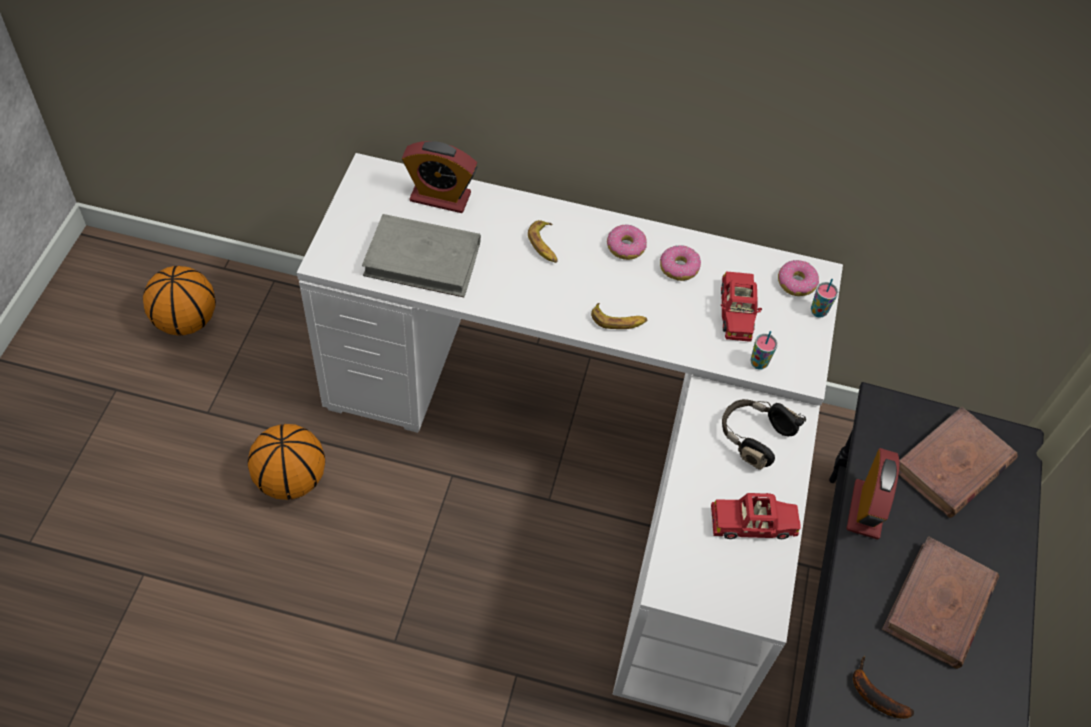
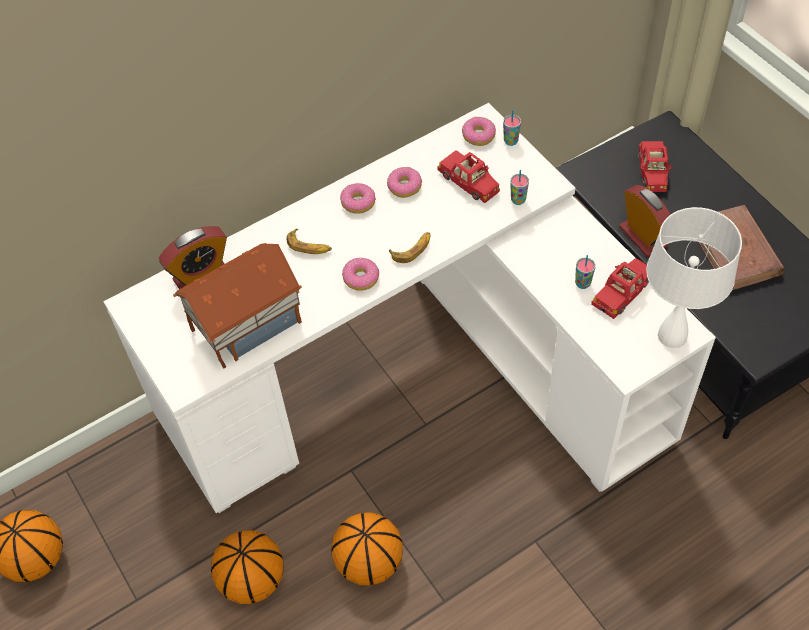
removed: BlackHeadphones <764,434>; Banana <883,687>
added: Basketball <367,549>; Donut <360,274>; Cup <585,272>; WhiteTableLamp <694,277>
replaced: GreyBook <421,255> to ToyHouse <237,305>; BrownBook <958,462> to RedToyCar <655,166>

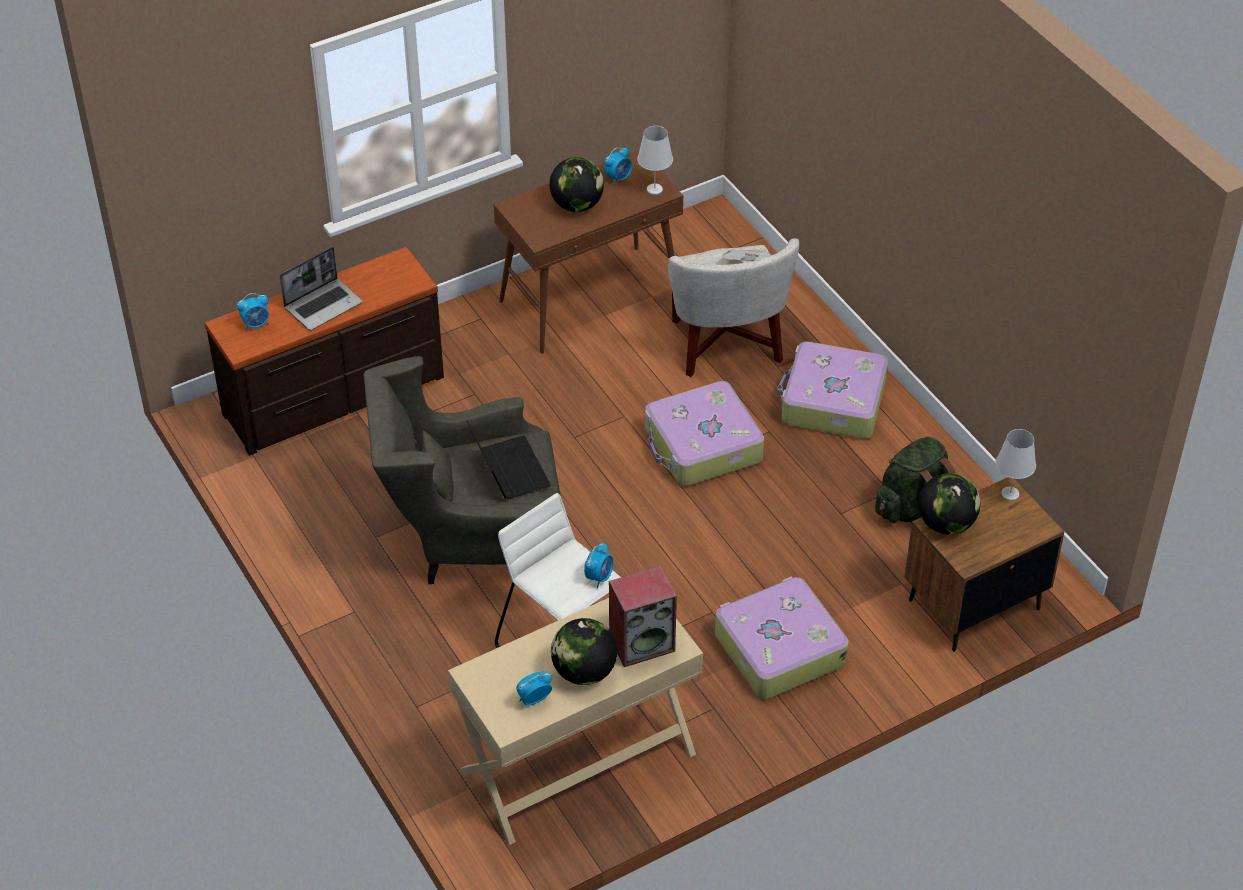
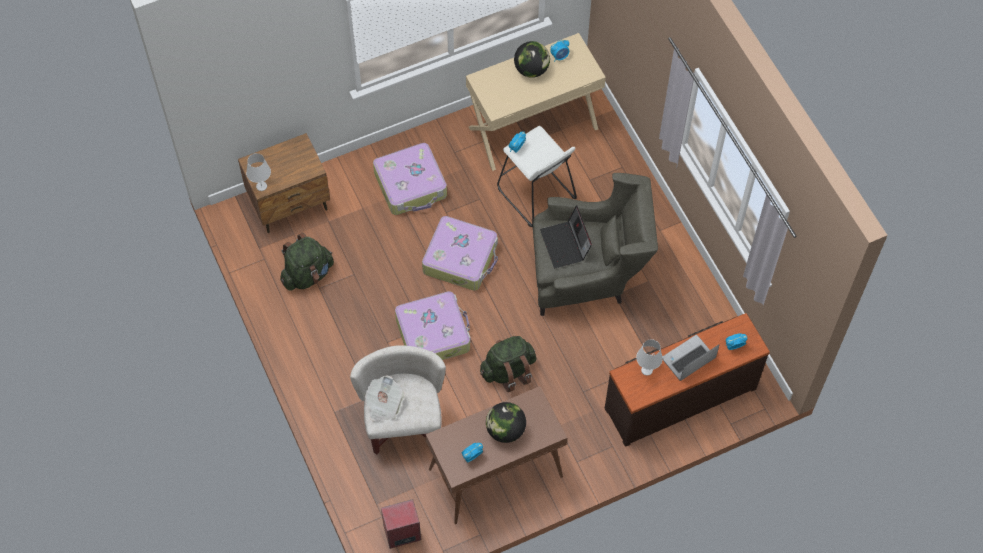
removed: Globe <949,504>
added: GreenBackpack <508,364>
moved: Speaker <643,616> to <401,524>; WhiteTableLamp <655,160> to <649,357>; Suitcase <832,390> to <460,253>

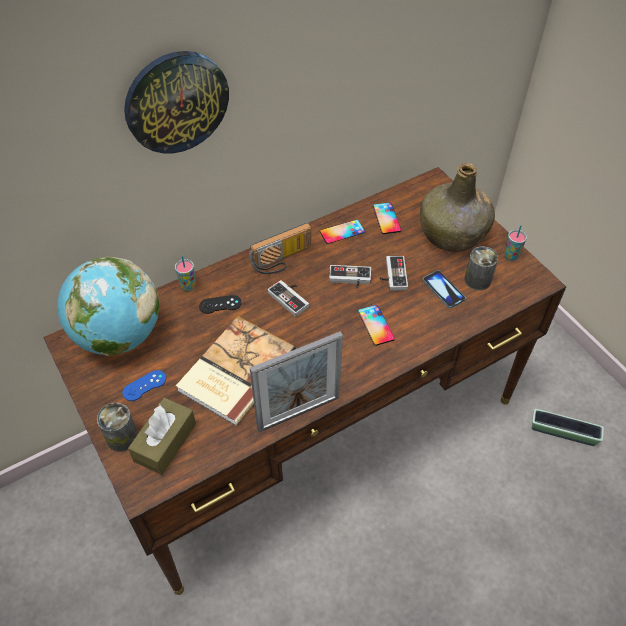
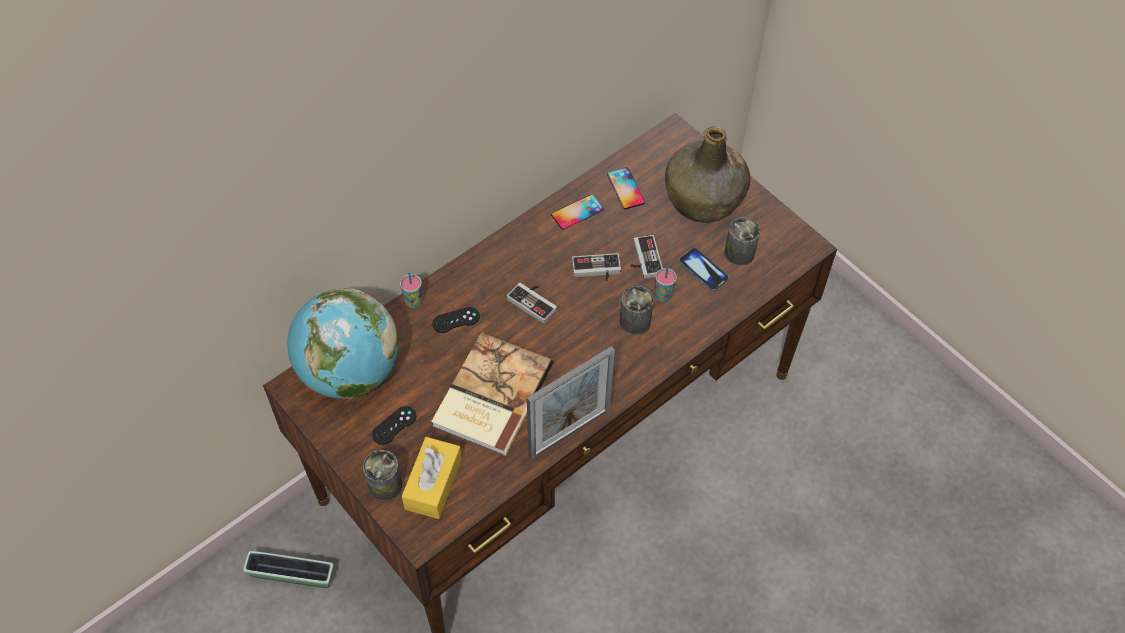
removed: WallClock <176,102>; Radio <280,248>
moved: Cup <515,243> to <666,284>; Planter <568,427> to <288,569>
replaced: Phone <376,325> to Can <637,310>
recoloured: BlueGameController <144,385> to BlackGameController <394,425>; BrownTissueBox <162,436> to YellowTissueBox <432,478>

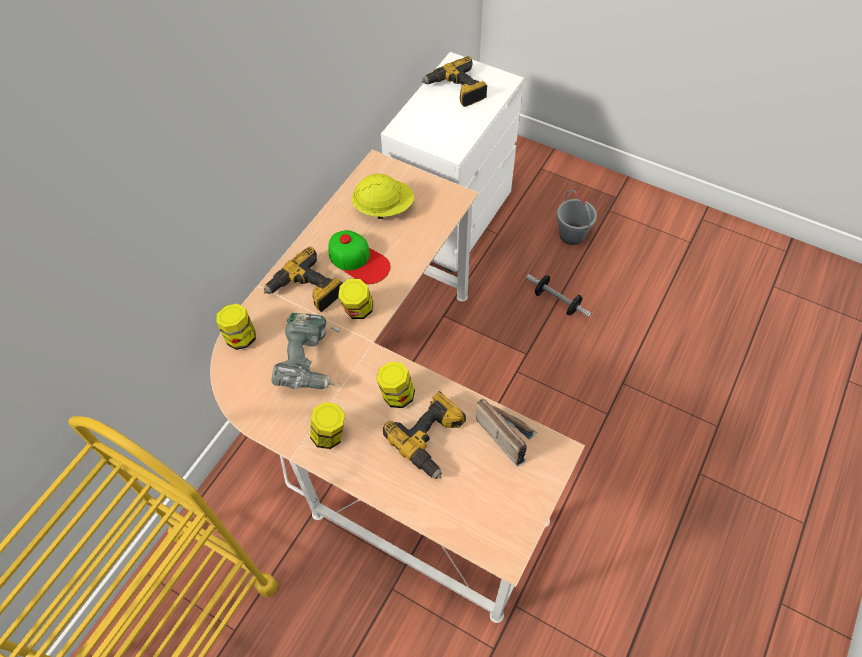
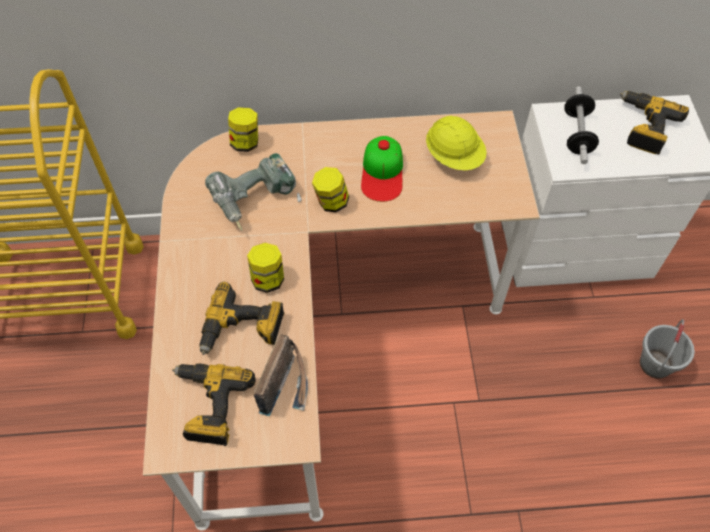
removed: Jar <327,425>
moved: PowerDrill <303,279> to <214,404>; Dumbbell <559,295> to <581,125>

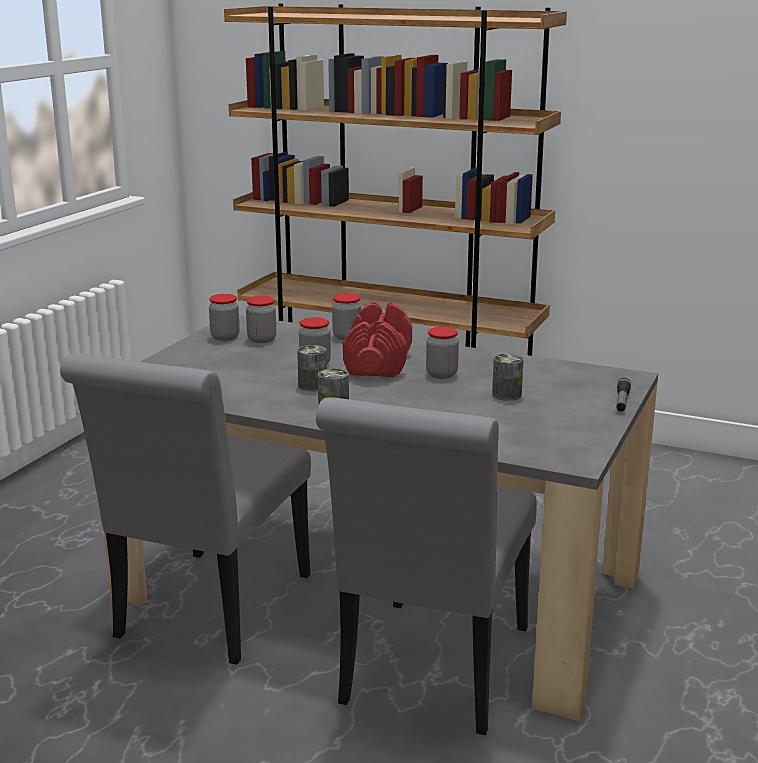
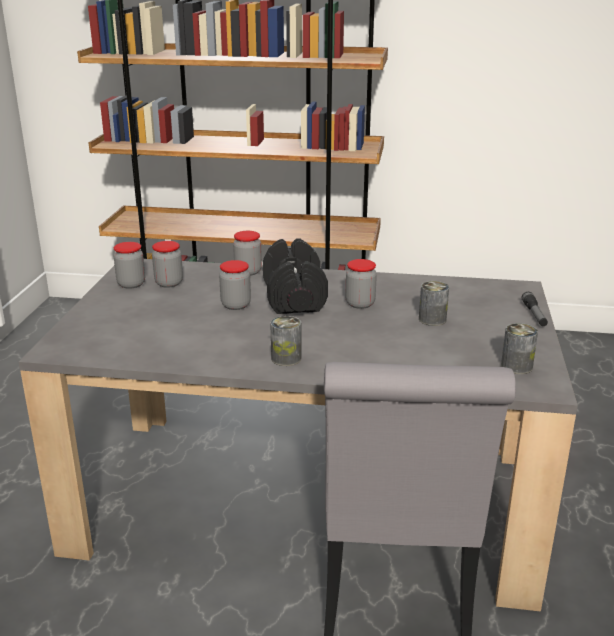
removed: GreyChair <185,509>
moved: Can <312,368> to <519,348>
recoloured: RedDumbbell <377,339> to BlackDumbbell <295,276>

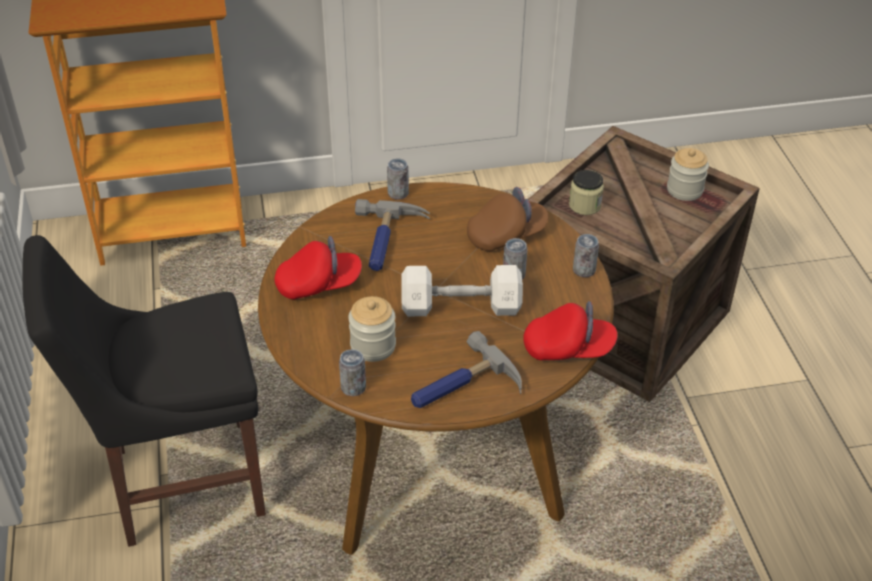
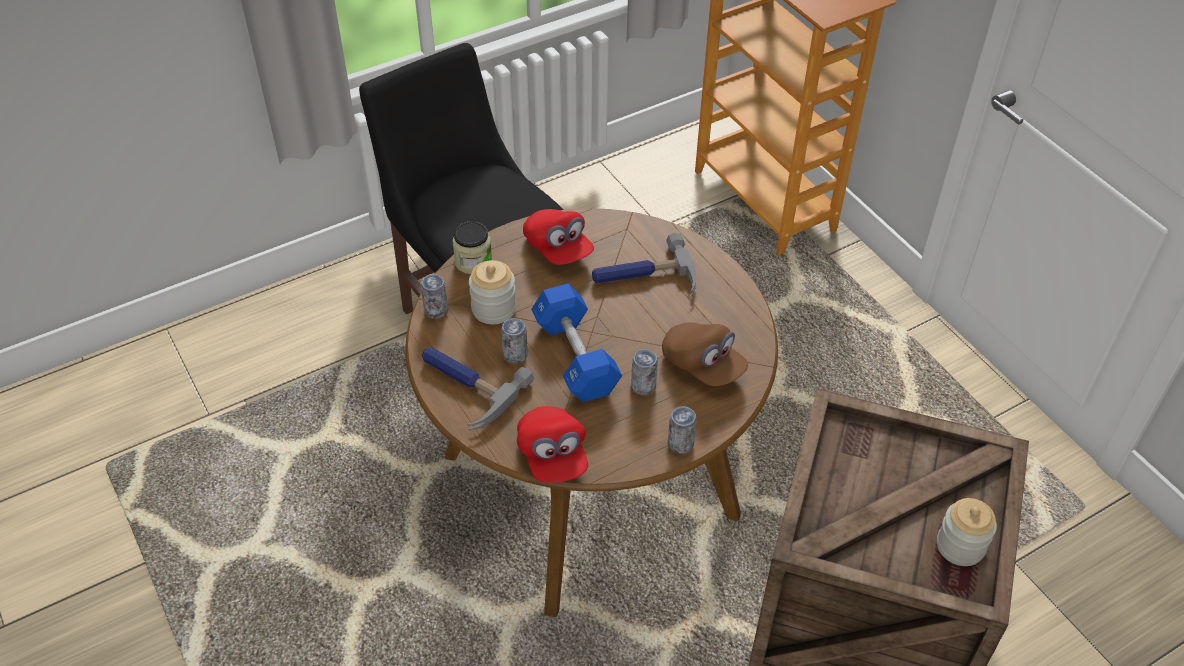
moved: Can <398,179> to <514,341>; Jar <586,192> to <472,247>
recoloured: WhiteDumbbell <462,290> to BlueDumbbell <576,342>

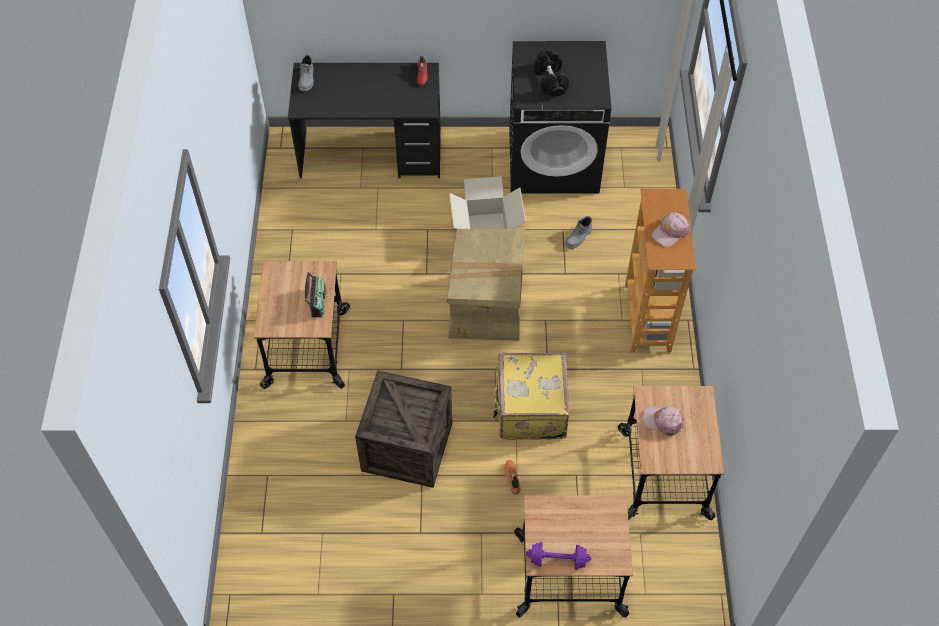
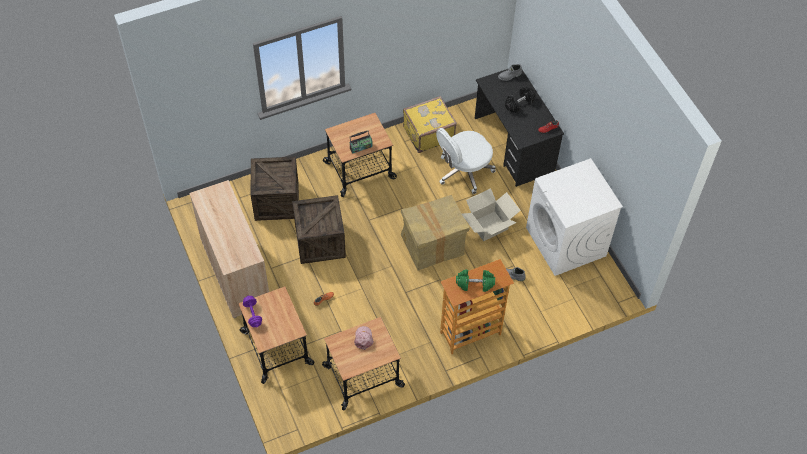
added: BeigeCabinet <229,249>; Crate <275,189>; WhiteOfficeChair <466,161>
moved: YellowSuitcase <531,396> to <430,124>; BlackDumbbell <551,73> to <520,100>
replaced: PinkCap <671,229> to GreenDumbbell <475,281>
recoloured: BlackWashingMachine <560,117> to WhiteWashingMachine <574,217>

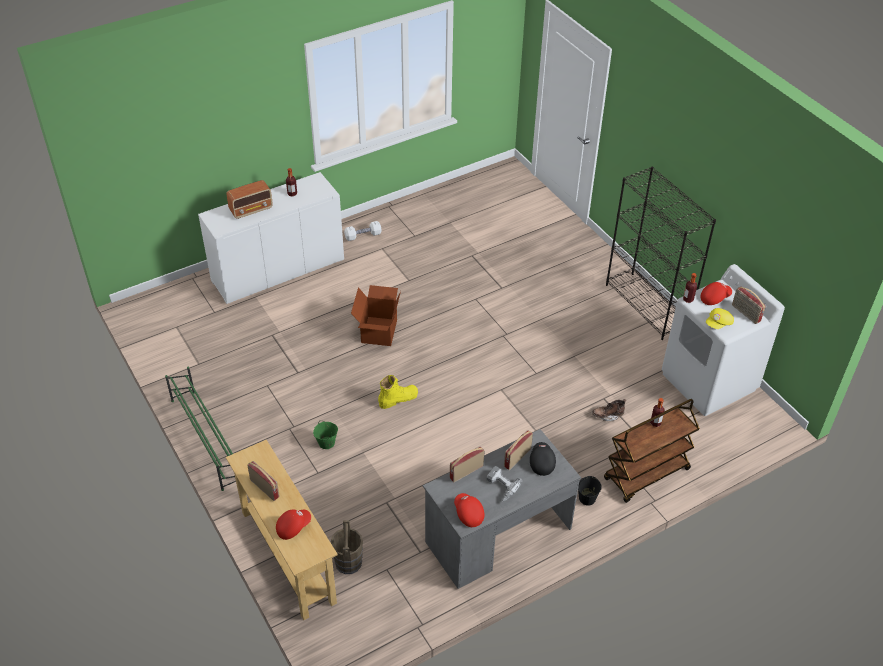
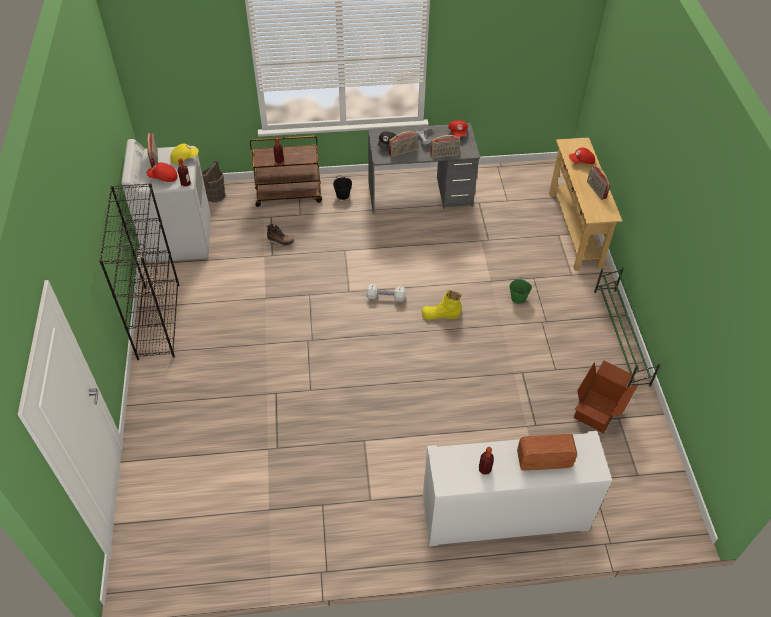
moved: BrownBucket <346,547> to <213,181>; WhiteDumbbell <363,231> to <386,293>; CardboardBox <376,315> to <606,396>

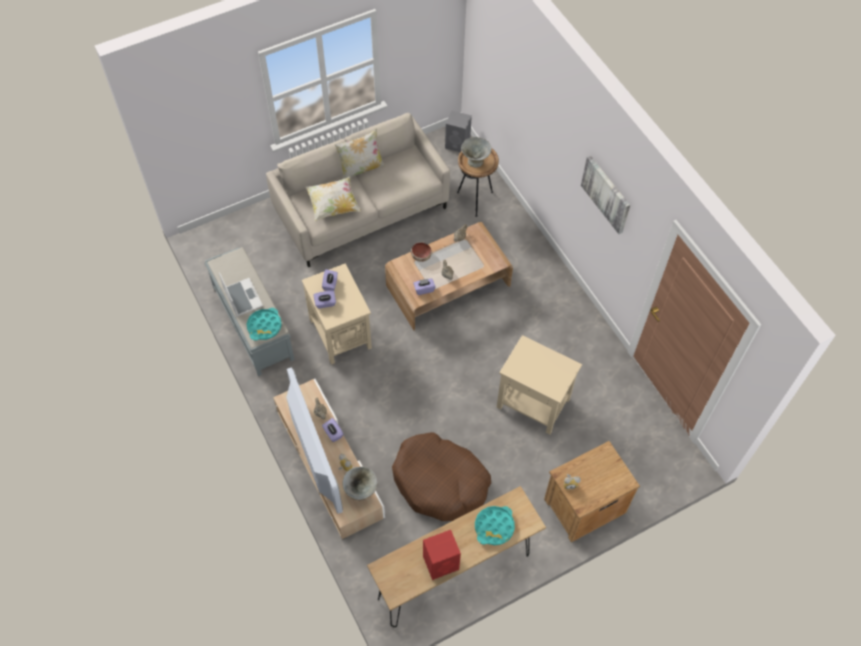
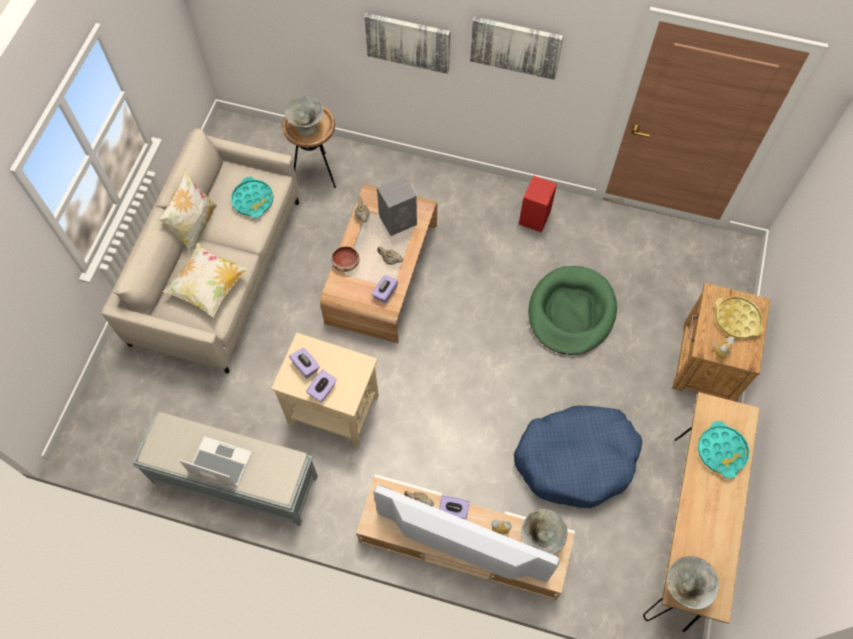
added: Picture <407,43>; GreyBowl <693,582>; YellowTray <739,318>
moved: TurquoiseTray <264,324> to <252,197>; RedSpeaker <442,555> to <538,204>; GreySpeaker <458,131> to <397,206>
replaced: BeigeSideTable <539,385> to GreenDogBed <572,310>
recoloured: BrownDogBed <441,476> to BlueDogBed <578,457>

